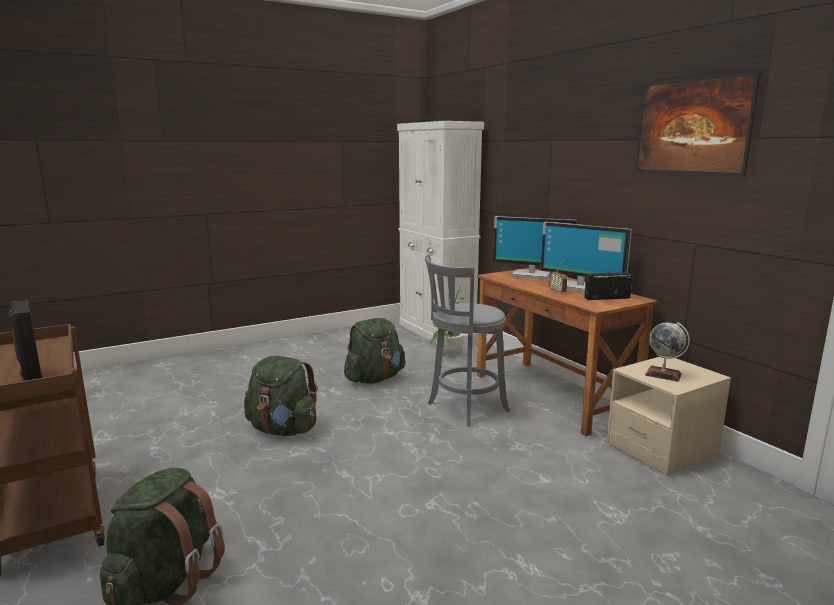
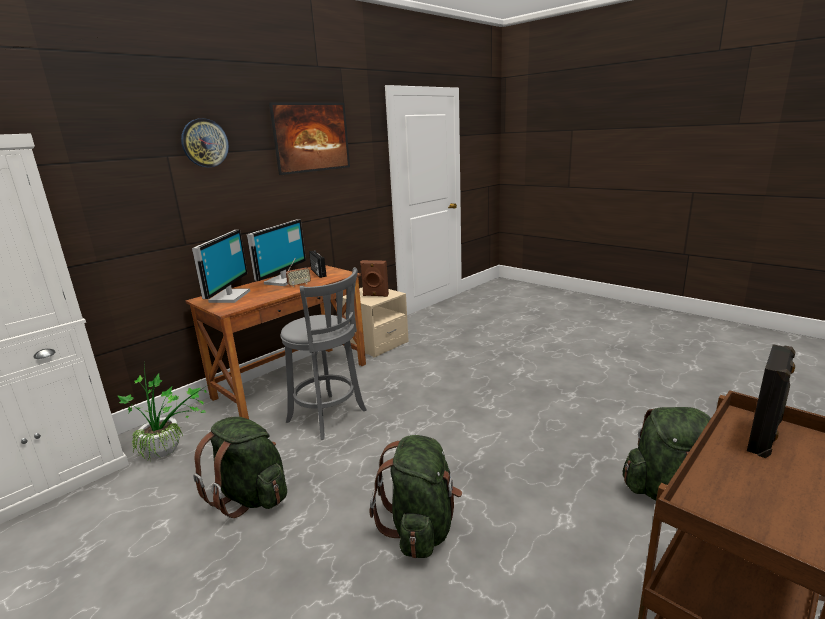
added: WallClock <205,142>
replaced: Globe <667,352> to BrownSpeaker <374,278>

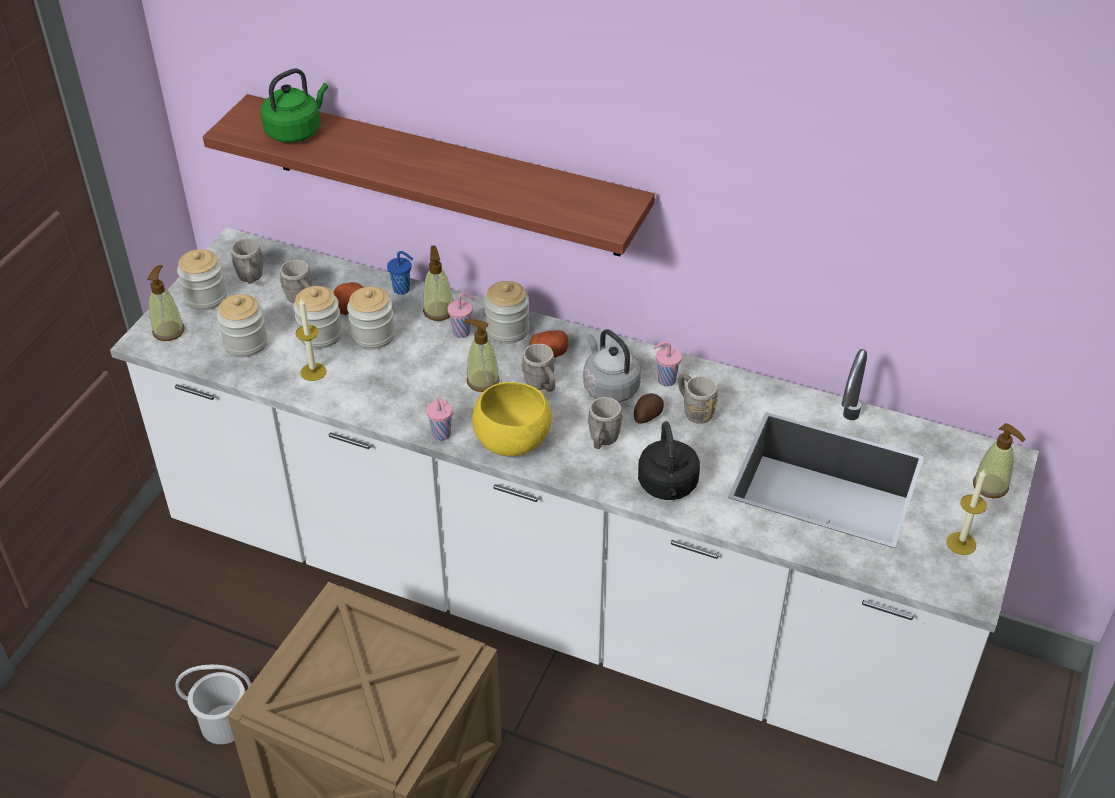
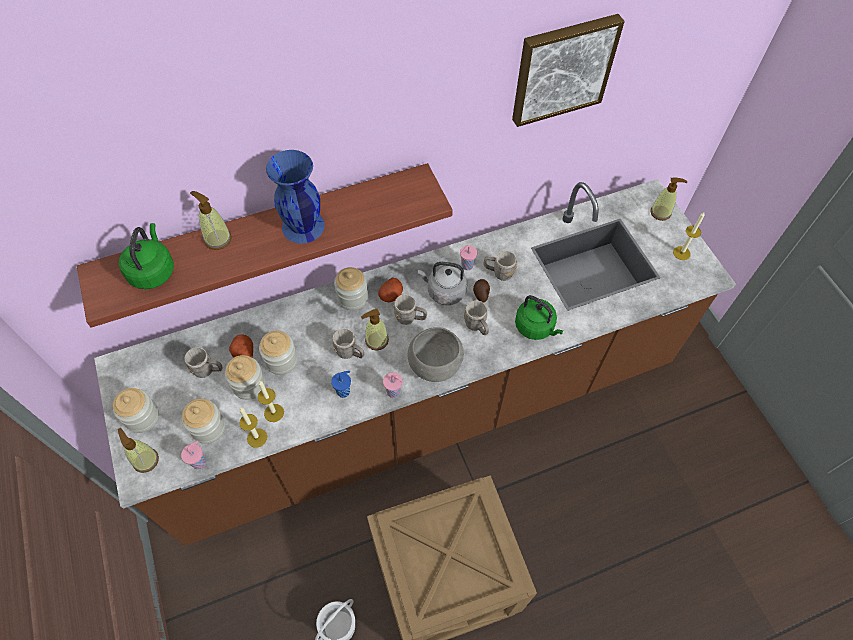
added: Candle <253,427>; BlueVase <295,196>; Picture <568,70>
moved: GreyMug <247,261> to <348,343>; BlueCup <400,273> to <341,384>; SoapDispenser <438,283> to <211,220>; PinkCup <461,315> to <193,455>
recoloured: WhiteCounter <574,504> to BrownCounter <415,362>; YellowBowl <512,419> to GreyBowl <436,354>; BlackKettle <669,460> to GreenKettle <539,317>

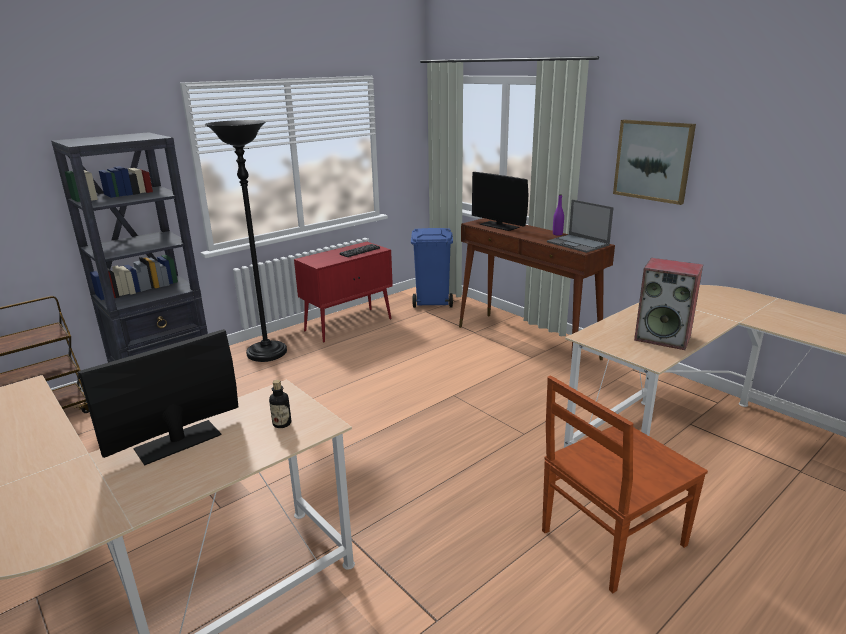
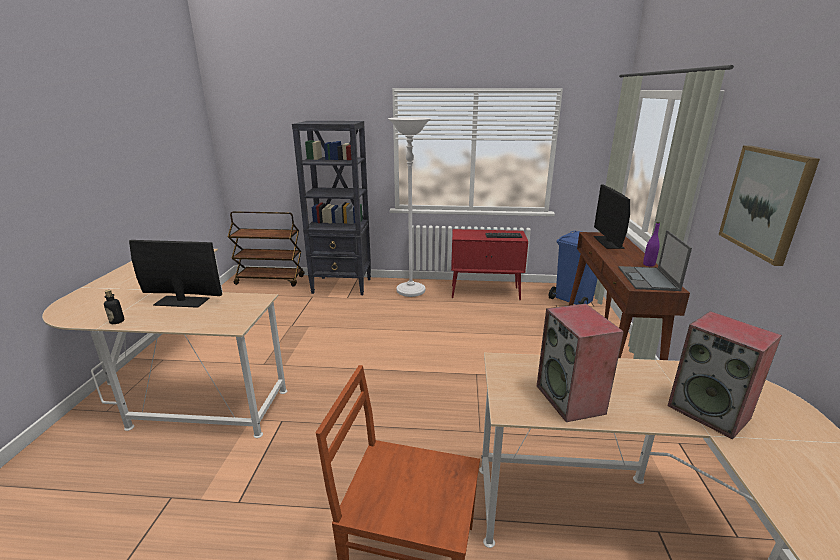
added: Speaker <725,375>
moved: Bottle <280,404> to <114,307>
recoloured: BlackFloorLamp <246,241> to WhiteFloorLamp <409,207>

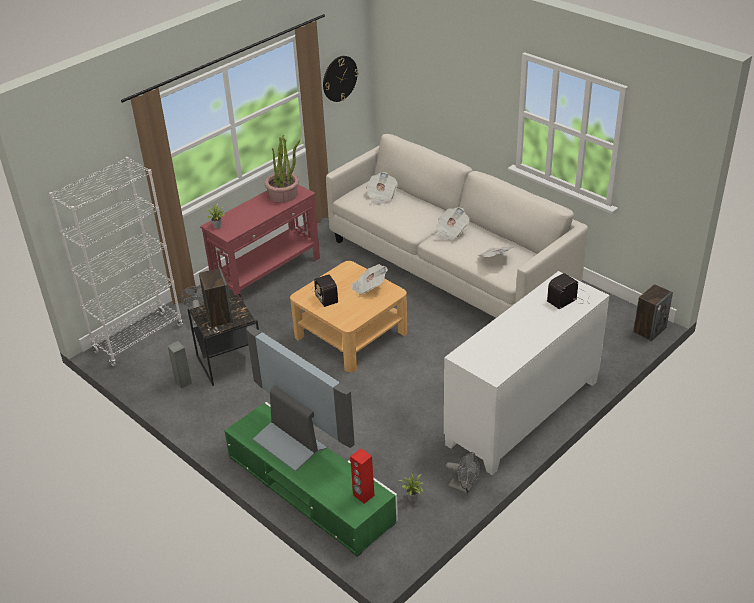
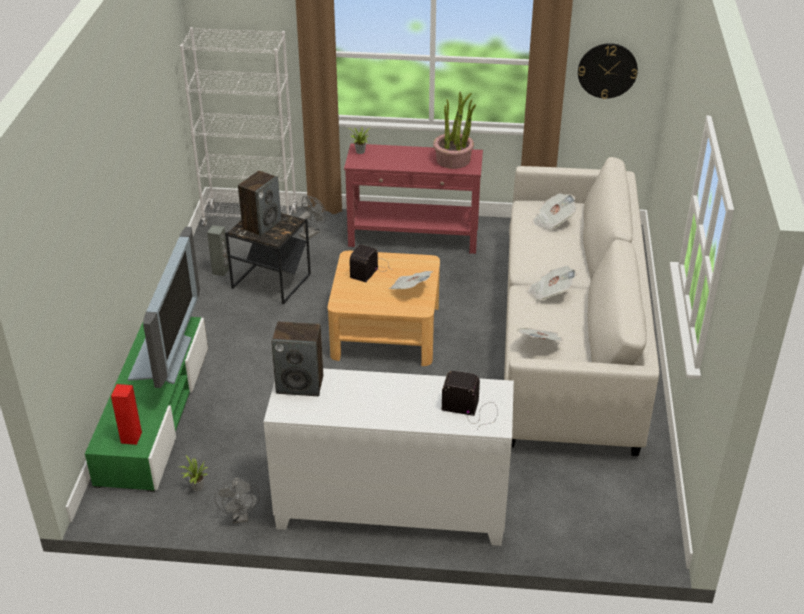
moved: Speaker <653,312> to <297,358>

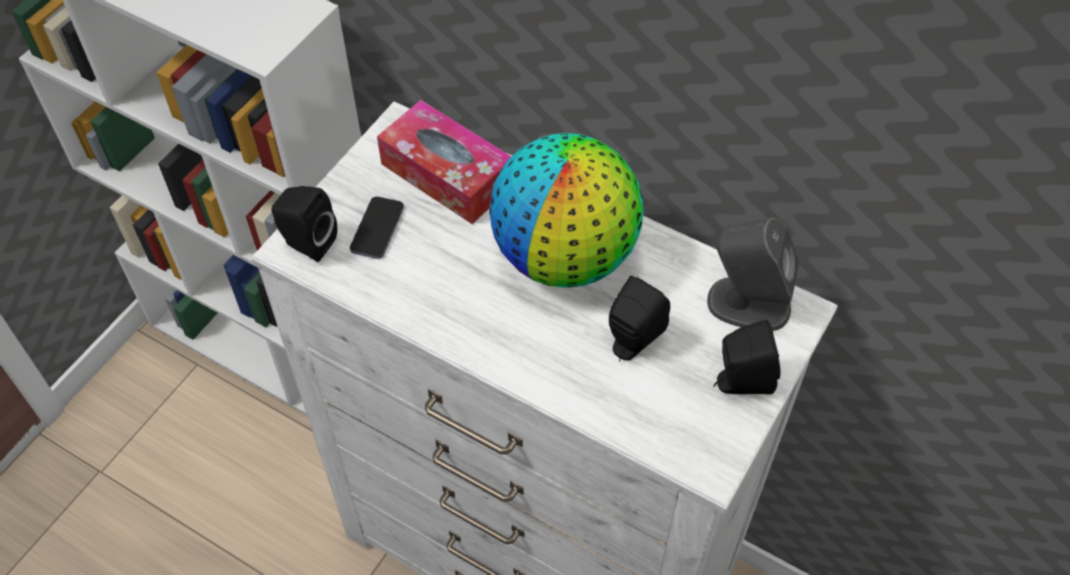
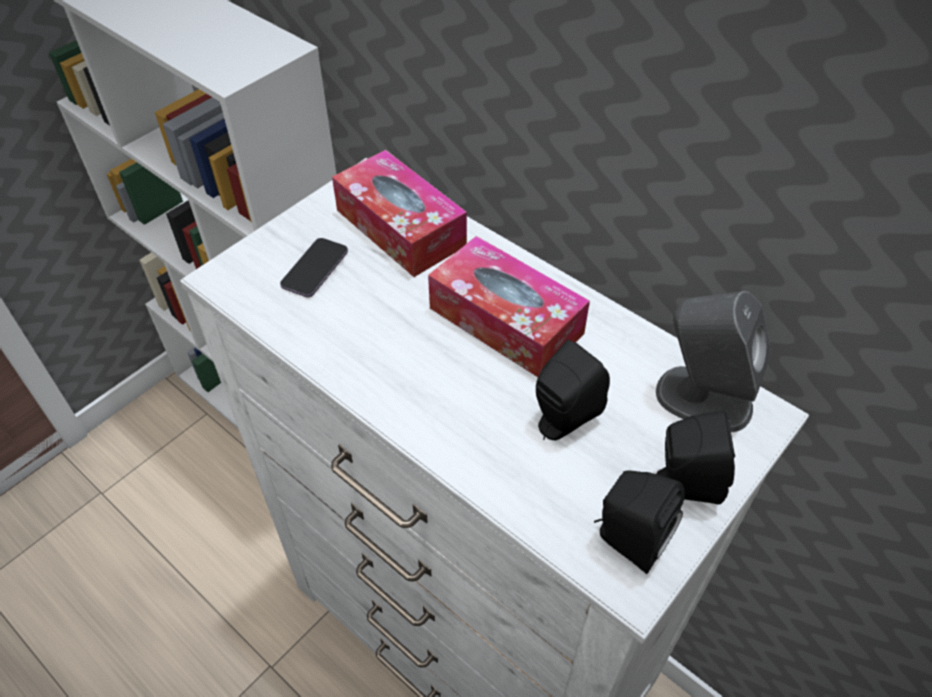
moved: BlackSpeaker <304,224> to <639,522>
replaced: Globe <566,210> to TissueBox <509,306>

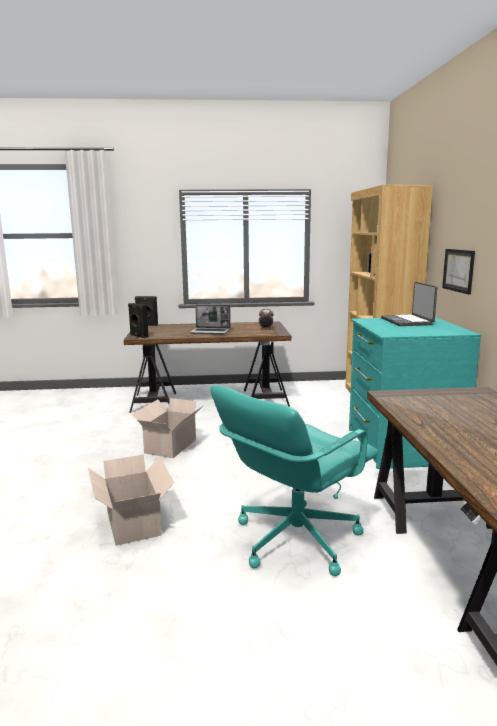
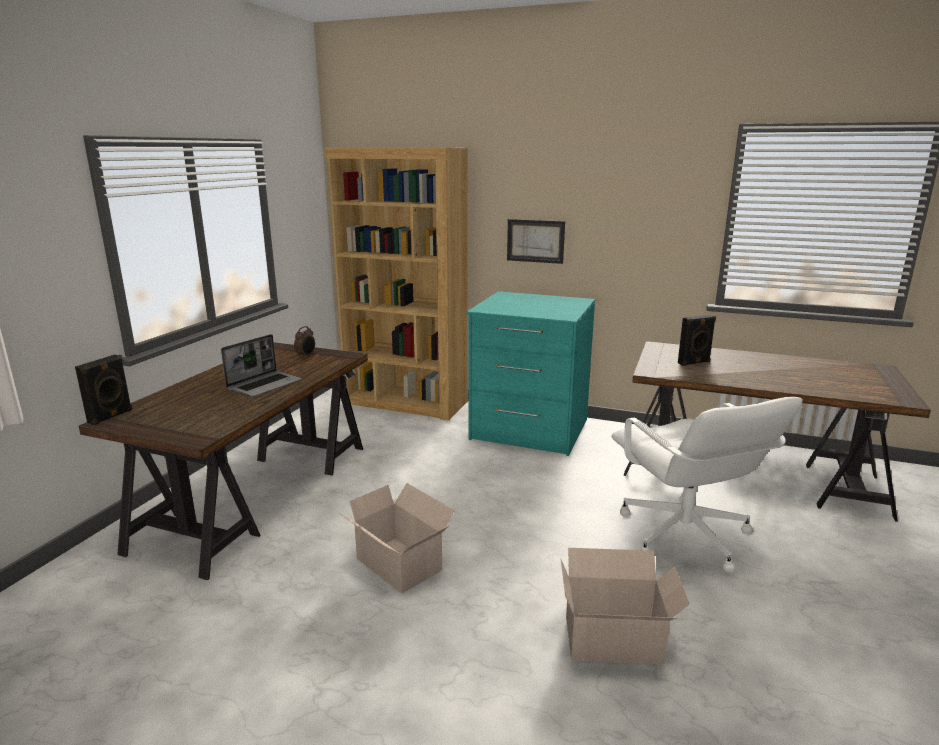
removed: Laptop <409,304>
moved: BlackSpeaker <138,320> to <697,340>
recoloured: TurquoiseOfficeChair <294,480> to WhiteOfficeChair <707,485>

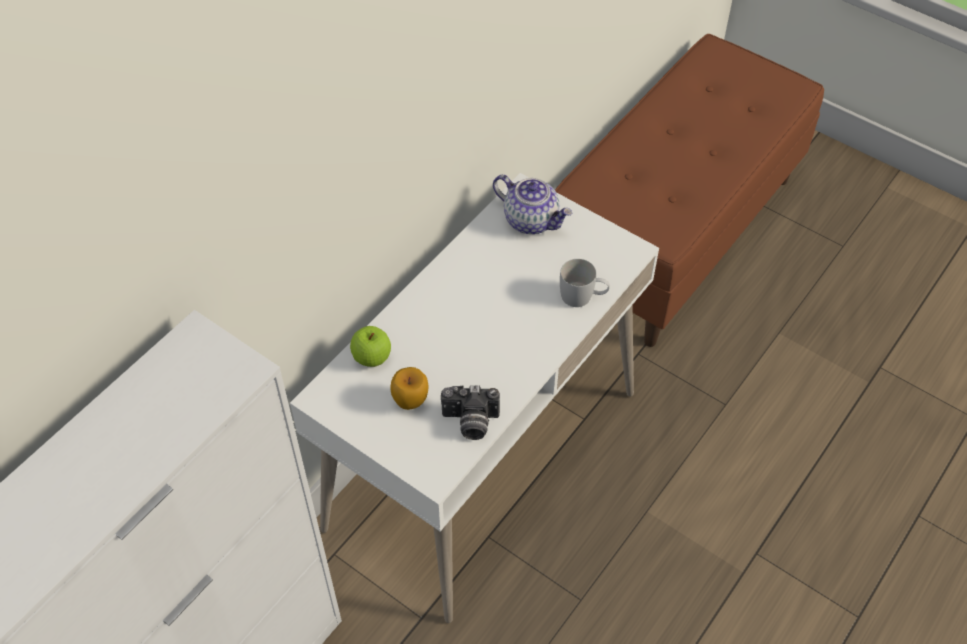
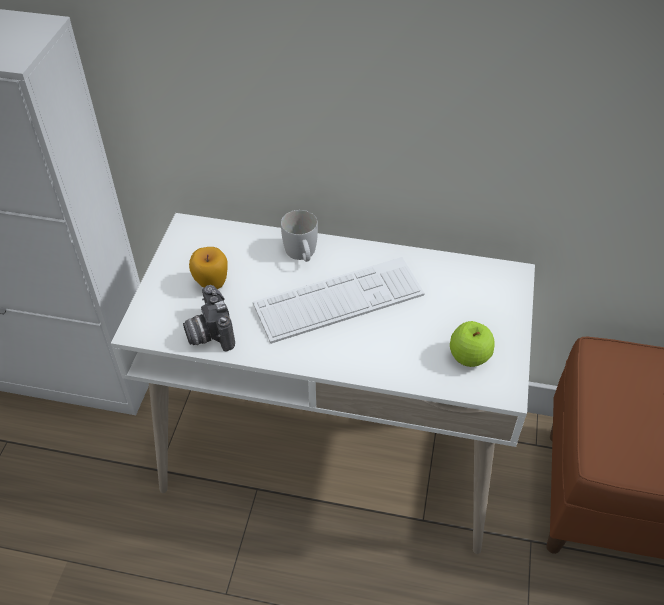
removed: Teapot <533,204>
added: Keyboard <339,300>
moved: Apple <370,346> to <472,344>; WhiteMug <585,283> to <299,236>

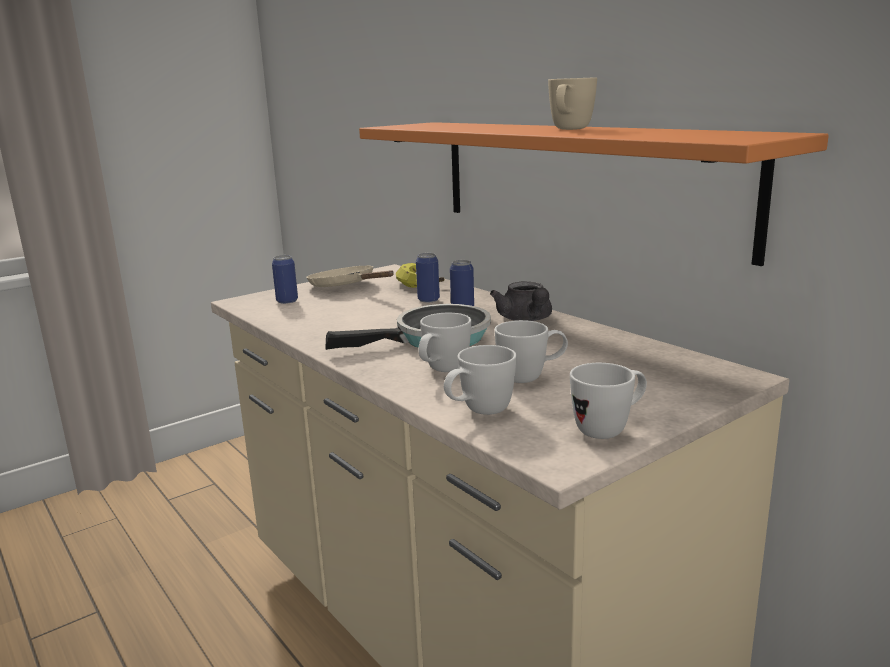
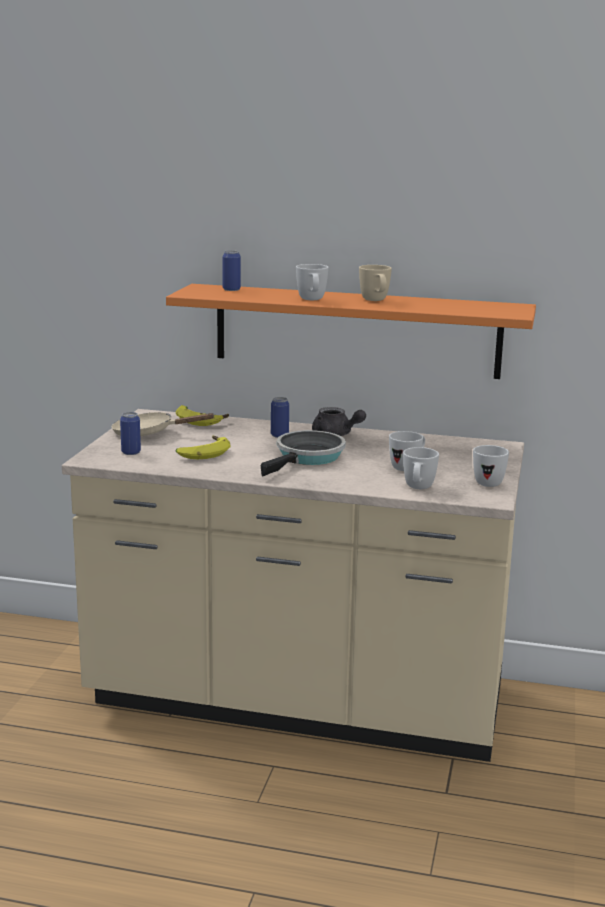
added: Banana <203,447>
moved: Can <428,278> to <231,270>; WhiteMug <444,342> to <312,282>

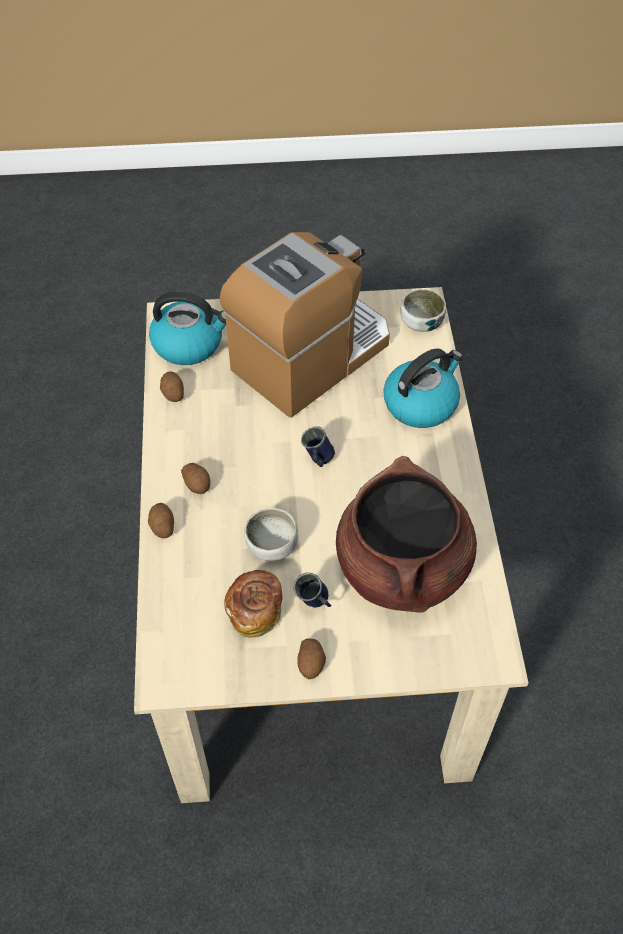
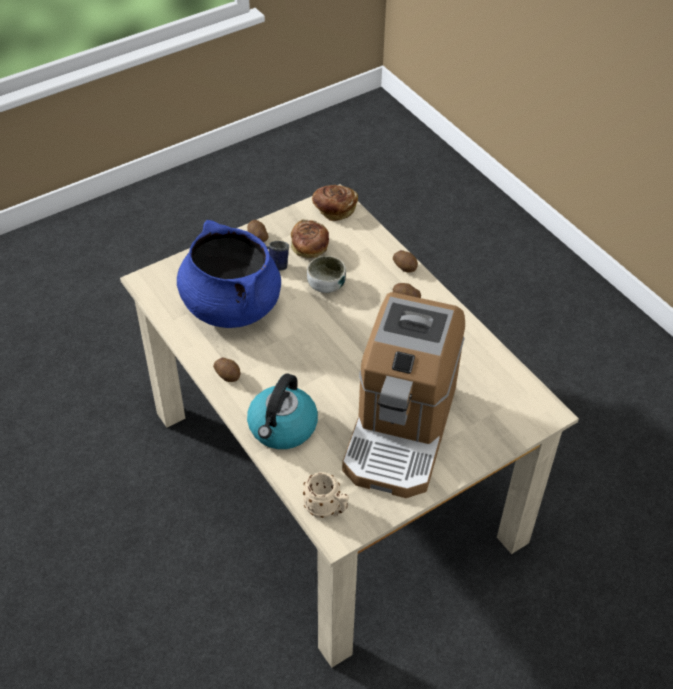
removed: Kettle <187,328>; BlueMug <318,447>
added: Bread <335,203>
moved: Potato <172,386> to <227,370>
replaced: Bowl <423,310> to BeigeMug <326,495>
recoloured: BrownCookingPot <406,534> to BlueCookingPot <229,274>

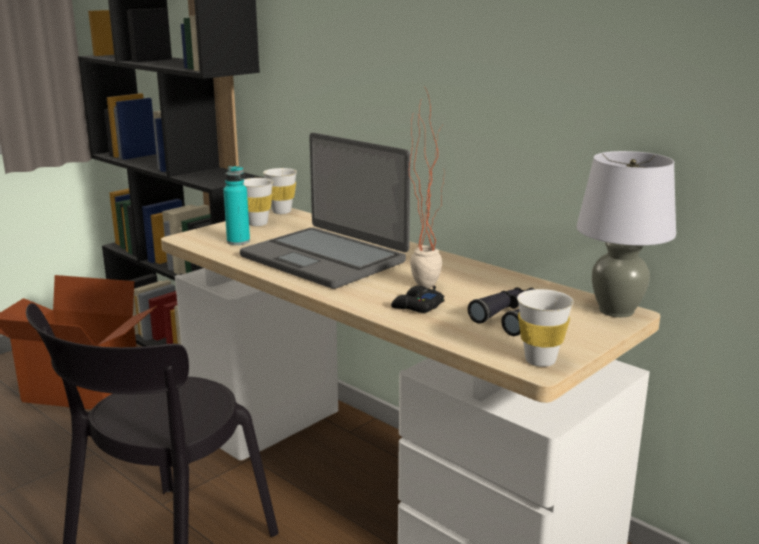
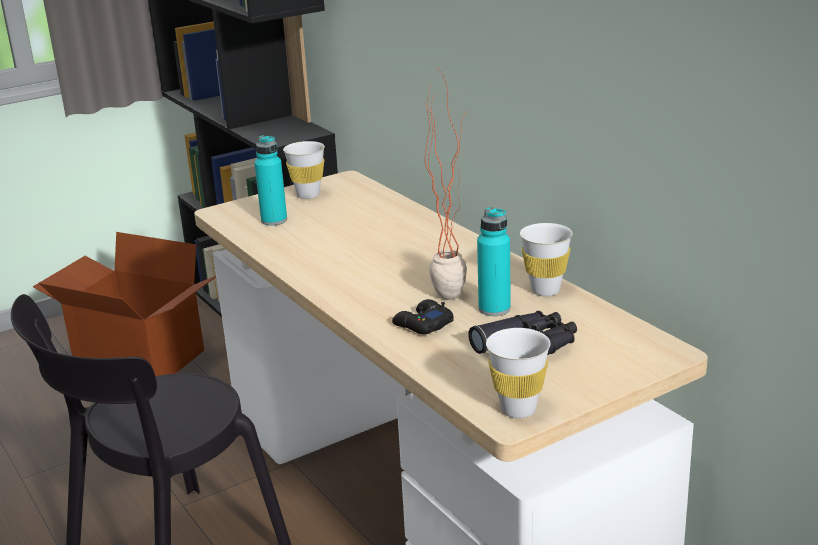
removed: Laptop <325,211>; GreyTableLamp <626,234>
added: TurquoiseBottle <494,261>
moved: WhiteCup <280,191> to <546,259>

